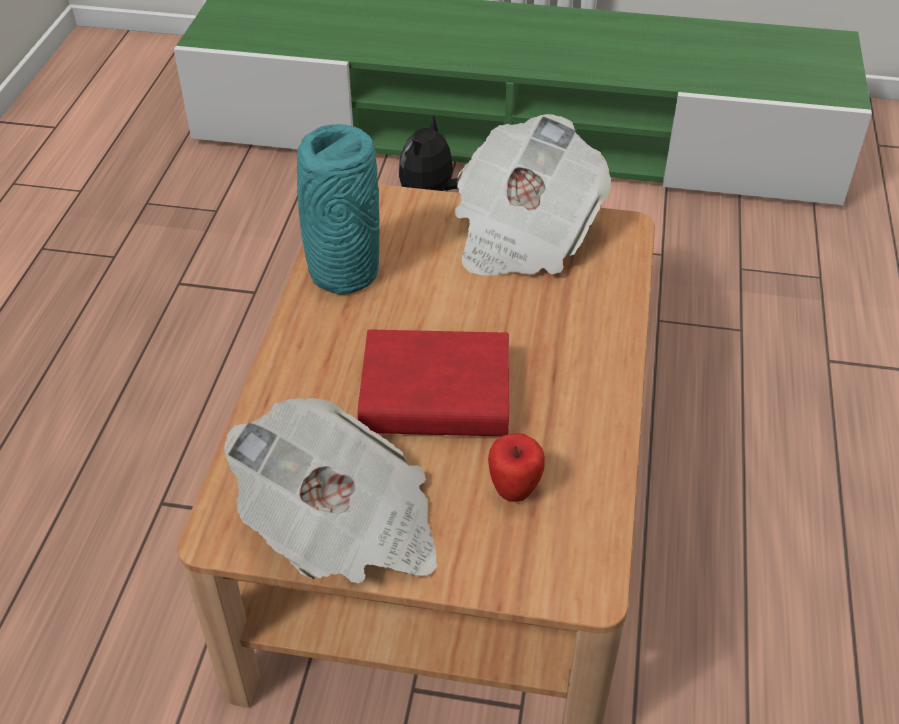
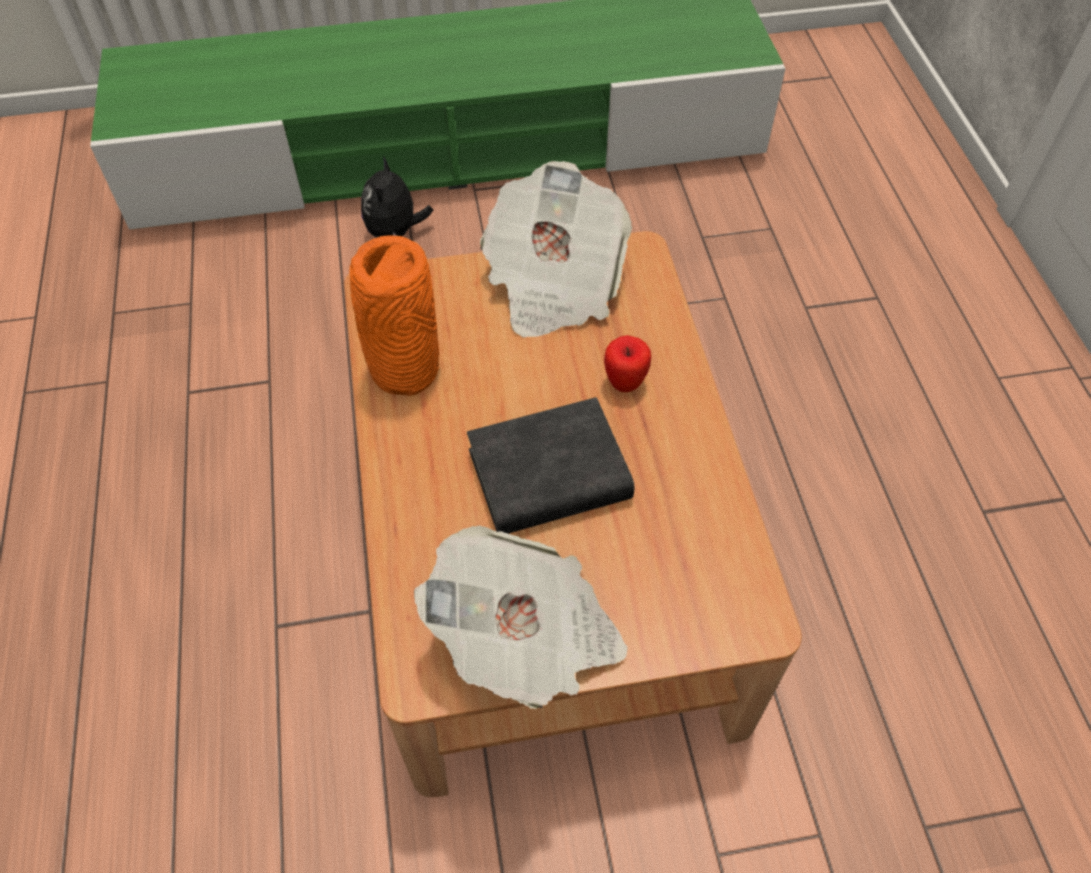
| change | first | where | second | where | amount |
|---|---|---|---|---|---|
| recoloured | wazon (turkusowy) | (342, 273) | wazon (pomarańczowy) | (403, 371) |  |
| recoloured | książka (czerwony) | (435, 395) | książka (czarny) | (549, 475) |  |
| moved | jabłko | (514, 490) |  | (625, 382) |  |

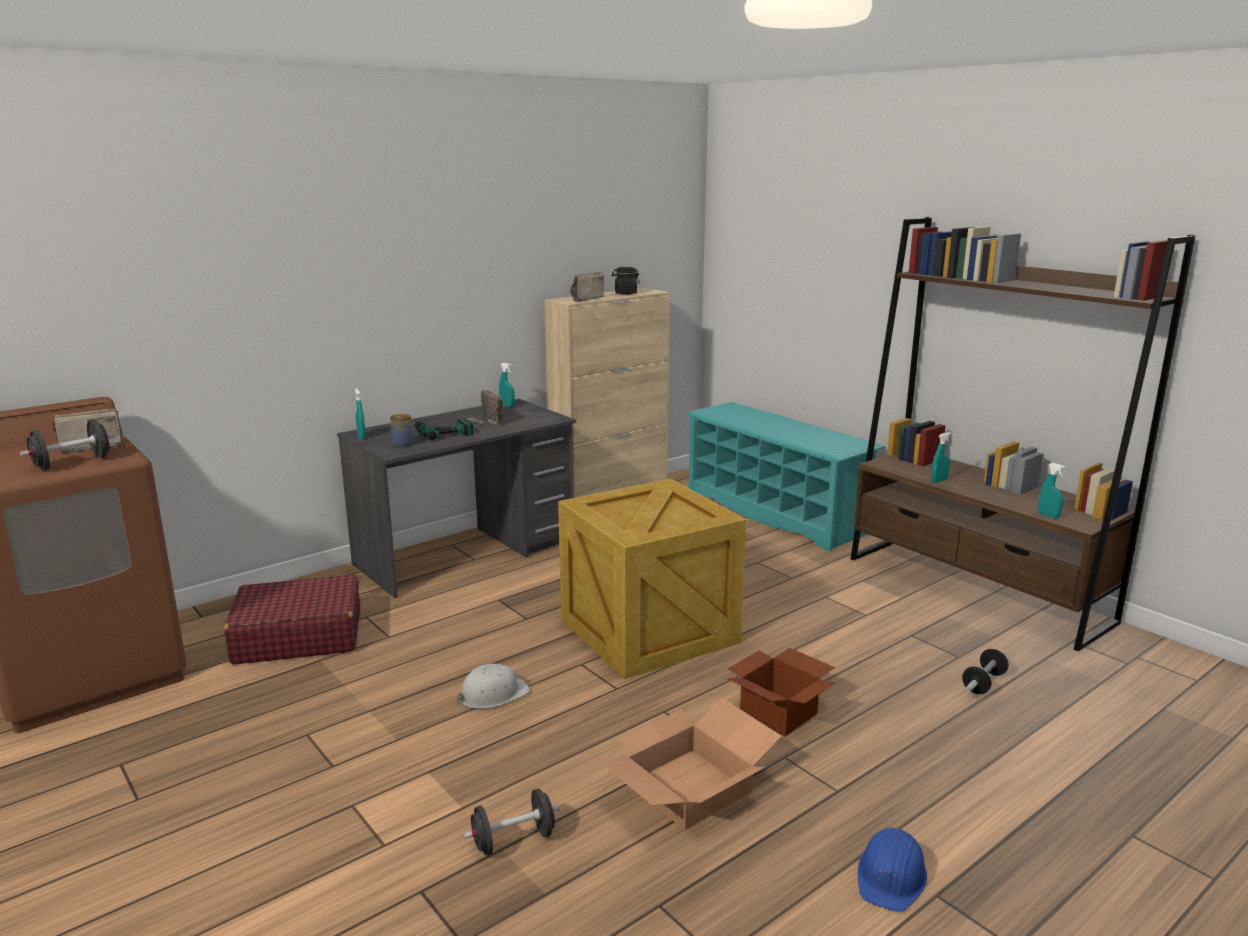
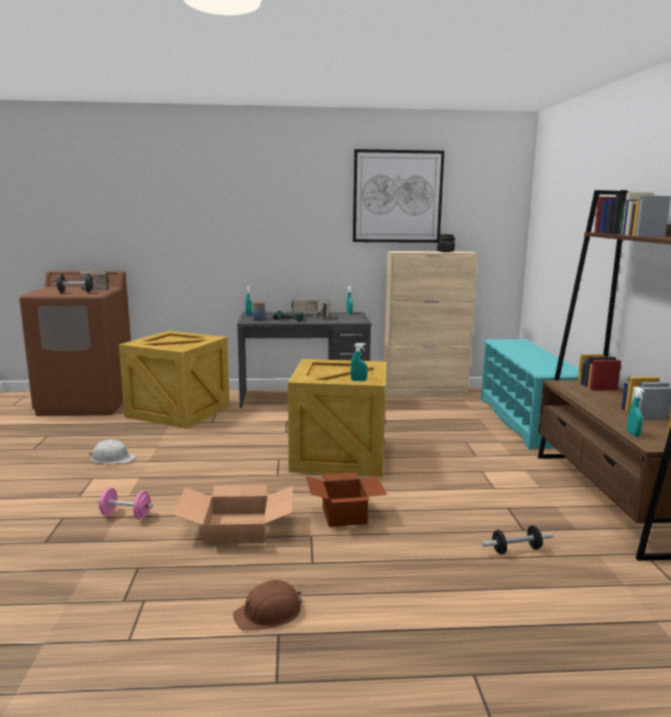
| change | first | where | second | where | amount |
|---|---|---|---|---|---|
| replaced | walizka (czerwony) | (298, 636) | skrzynka | (177, 411) |  |
| moved | kask (biały) | (493, 694) |  | (112, 459) |  |
| recoloured | hantel (czarny) | (513, 840) | hantel (różowy) | (126, 515) |  |
| moved | radio | (583, 299) |  | (303, 314) |  |
| recoloured | kask (niebieski) | (891, 876) | kask (brązowy) | (269, 613) |  |
| moved | spryskiwacz (turkusowy) | (939, 481) |  | (358, 380) |  |
| added |  |  | obraz | (397, 197) |  |

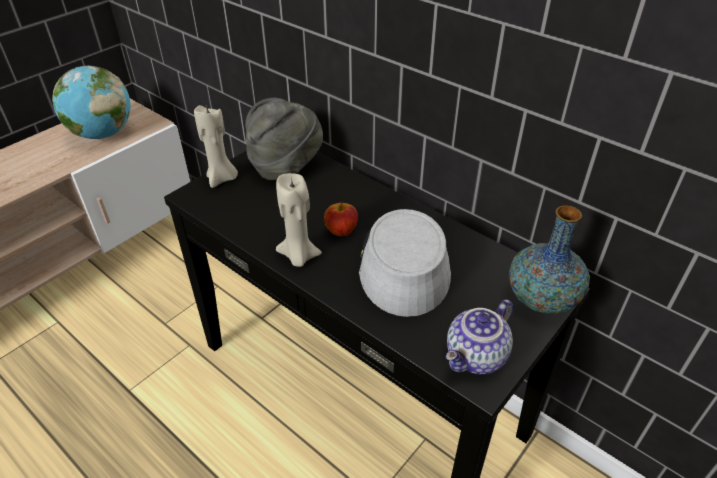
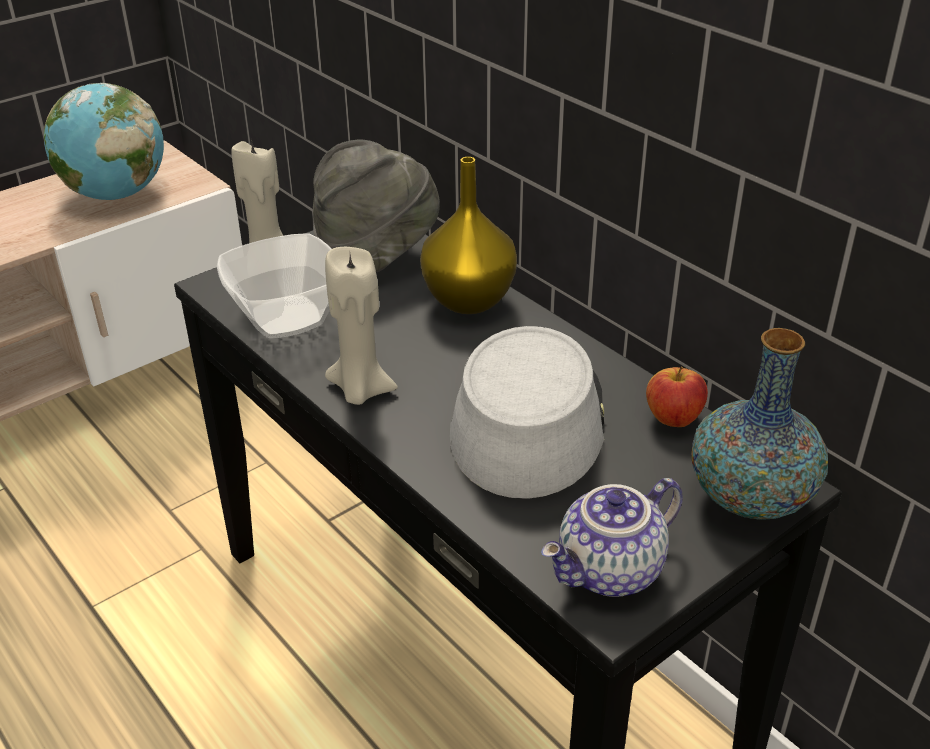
| change | first | where | second | where | amount |
|---|---|---|---|---|---|
| moved | jabłko | (341, 231) |  | (673, 418) |  |
| added |  |  | miska | (286, 319) |  |
| added |  |  | wazon (żółty) | (467, 300) |  |

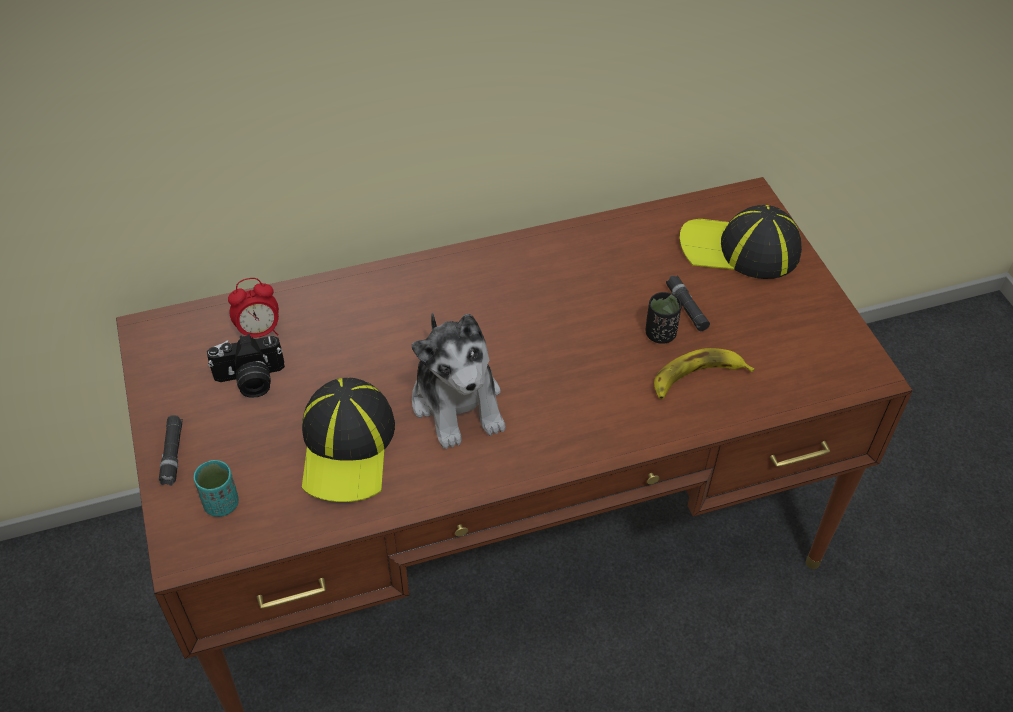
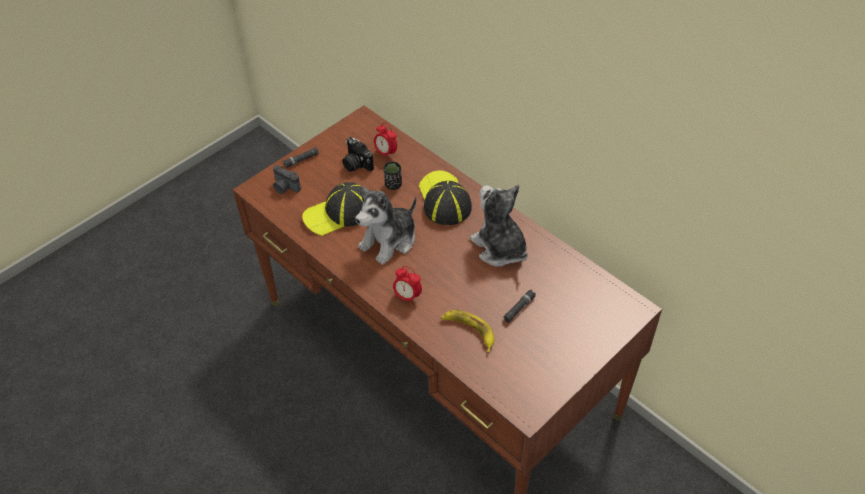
| change | first | where | second | where | amount |
|---|---|---|---|---|---|
| replaced | filiżanka (turkusowy) | (221, 503) | aparat fotograficzny | (285, 187) |  |
| moved | filiżanka (czarny) | (660, 334) |  | (393, 185) |  |
| moved | czapka z daszkiem | (740, 249) |  | (444, 200) |  |
| added |  |  | budzik | (407, 296) |  |
| added |  |  | pluszak | (499, 248) |  |

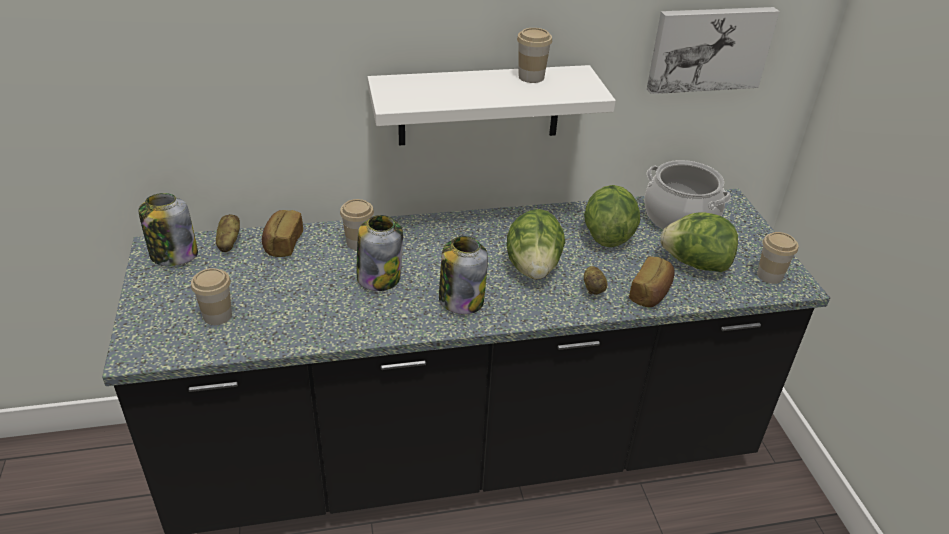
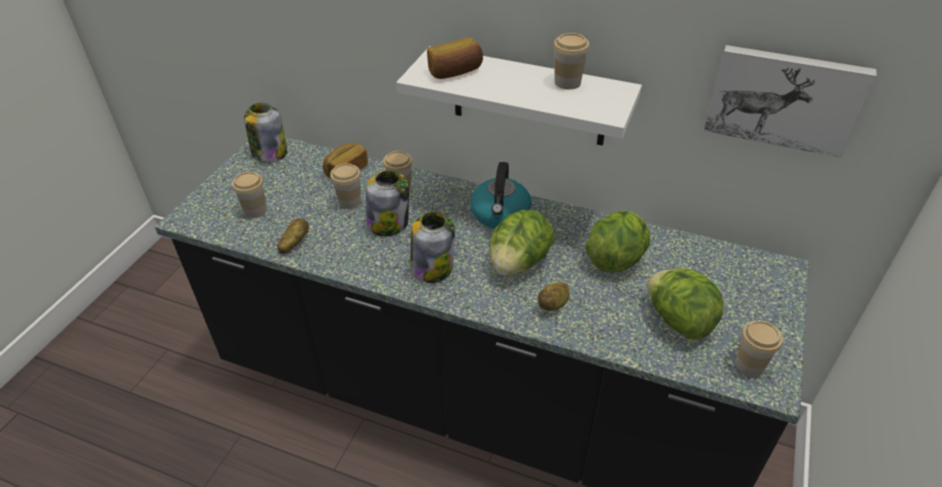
| change | first | where | second | where | amount |
|---|---|---|---|---|---|
| moved | ziemniak | (228, 242) |  | (294, 244) |  |
| moved | chleb | (651, 293) |  | (455, 72) |  |
| removed | garnek | (679, 218) |  |  |  |
| added |  |  | filiżanka | (350, 202) |  |
| added |  |  | czajnik | (501, 215) |  |

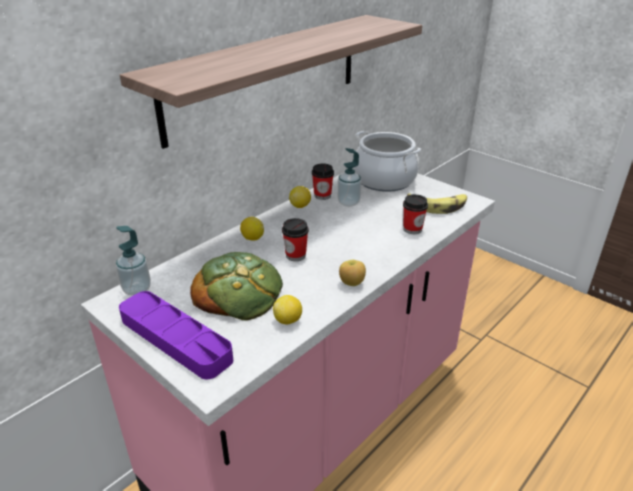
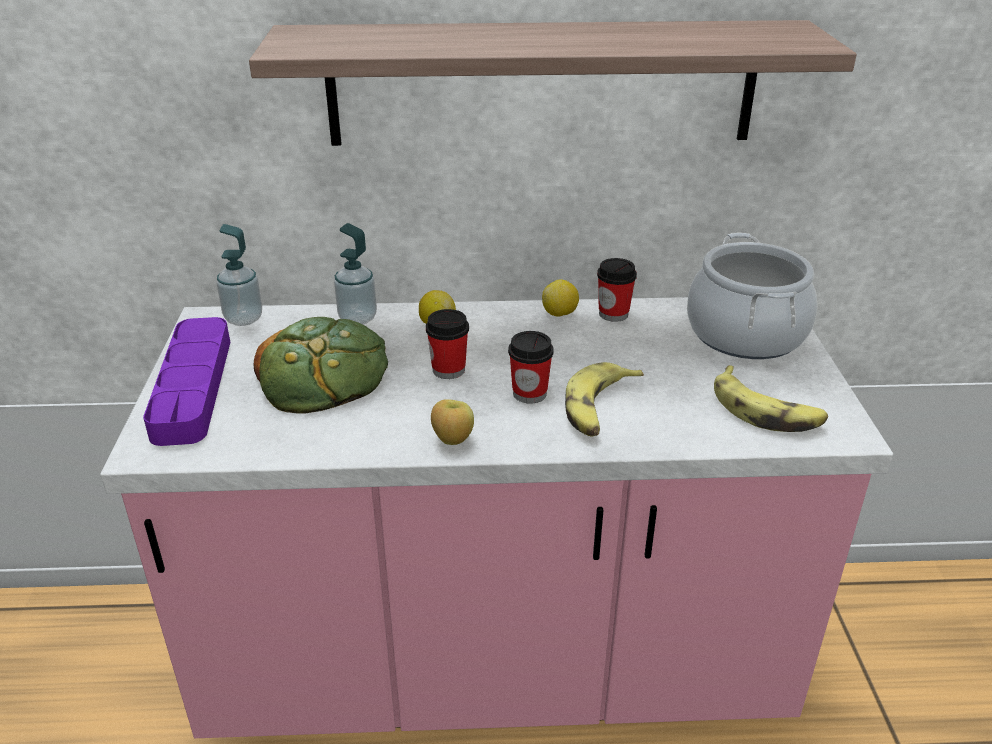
| change | first | where | second | where | amount |
|---|---|---|---|---|---|
| removed | cytryna | (288, 320) |  |  |  |
| moved | dozownik mydła | (348, 202) |  | (357, 318) |  |
| moved | filiżanka | (412, 229) |  | (529, 393) |  |
| added |  |  | banan | (599, 408) |  |

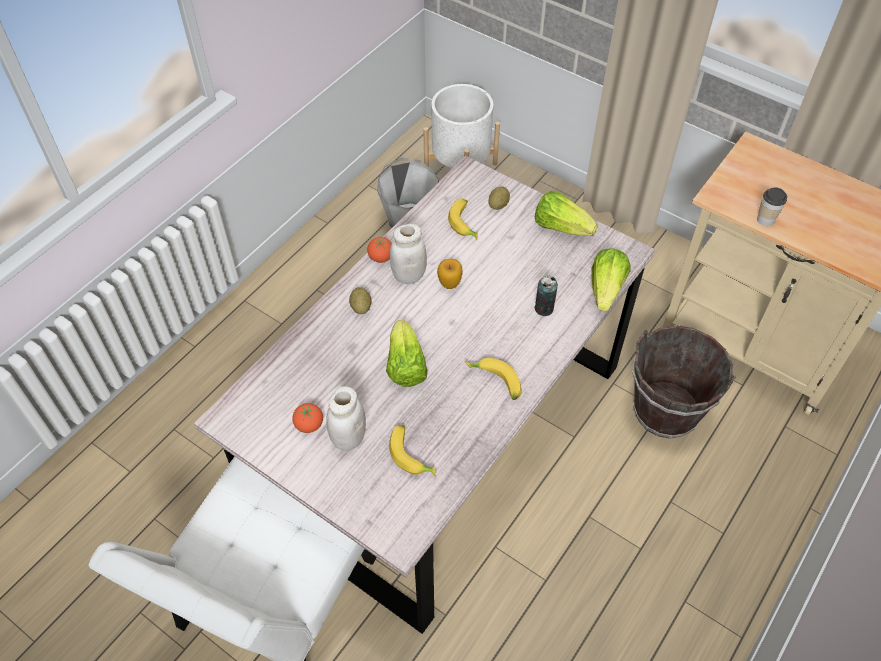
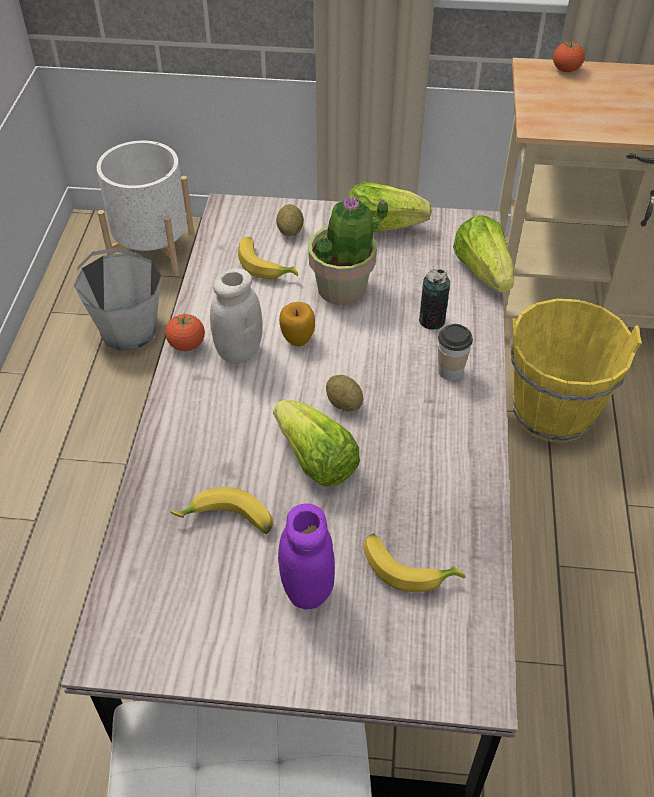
| change | first | where | second | where | amount |
|---|---|---|---|---|---|
| moved | pomidor | (309, 425) |  | (565, 70) |  |
| recoloured | słoik (biały) | (348, 438) | słoik (fioletowy) | (307, 588) |  |
| moved | ziemniak | (361, 307) |  | (344, 403) |  |
| moved | banan | (494, 382) |  | (226, 522) |  |
| recoloured | wiadro (brązowy) | (666, 410) | wiadro (żółty) | (553, 411) |  |
| moved | filiżanka | (765, 219) |  | (450, 371) |  |
| added |  |  | roślina doniczkowa | (343, 288) |  |

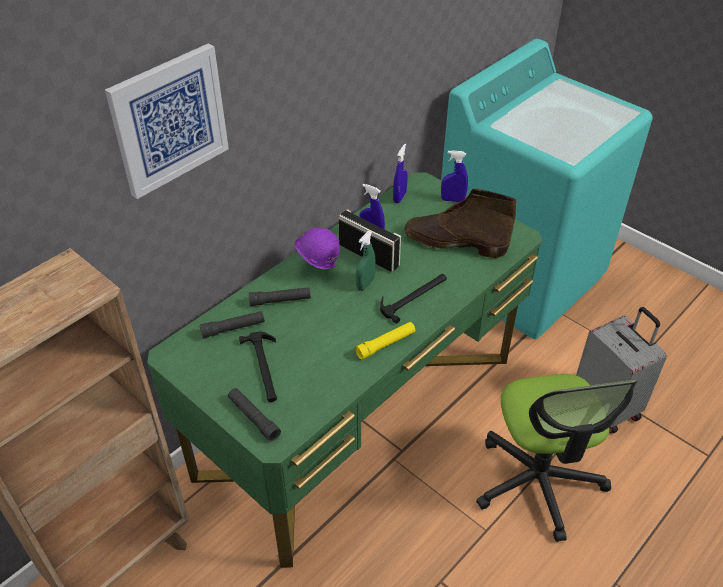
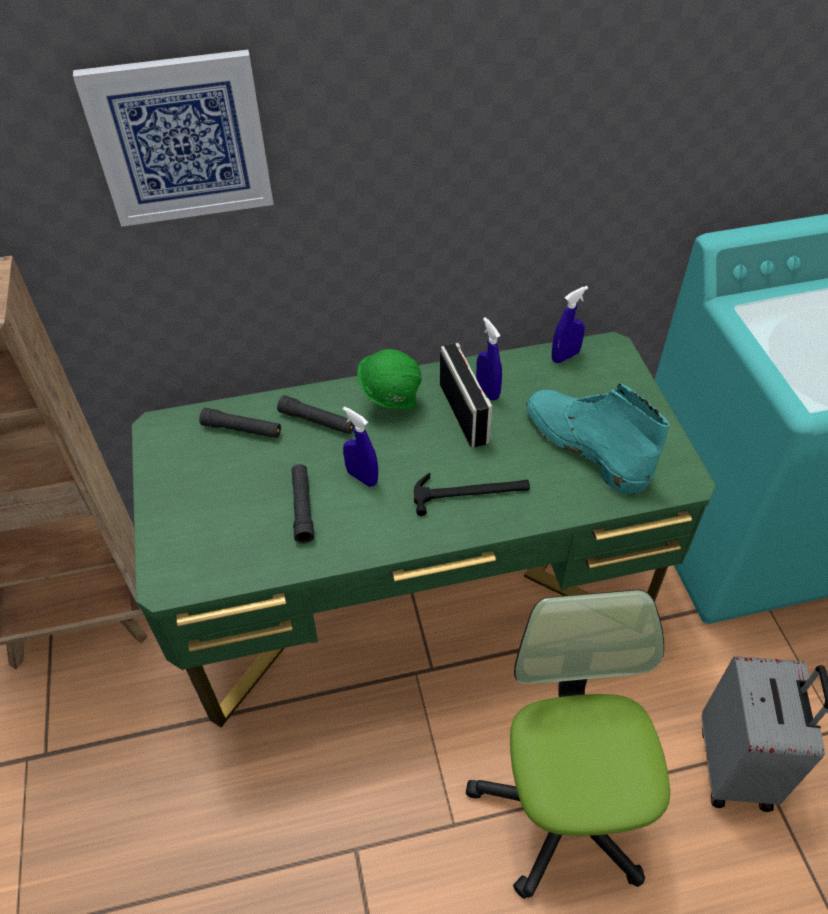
| change | first | where | second | where | amount |
|---|---|---|---|---|---|
| moved | latarka (czarny) | (253, 418) |  | (302, 507) |  |
| removed | młotek | (264, 368) |  |  |  |
| recoloured | kask (fioletowy) | (317, 268) | kask (zielony) | (391, 402) |  |
| removed | latarka (żółty) | (386, 344) |  |  |  |
| removed | spryskiwacz (zielony) | (365, 284) |  |  |  |
| recoloured | but z cholewką (brązowy) | (454, 242) | but z cholewką (turkusowy) | (584, 446) |  |
| moved | spryskiwacz (niebieski) | (452, 200) |  | (362, 477) |  |
| turned | krzesło biurowe | (538, 481) |  | (565, 807) | 150 degrees clockwise |

